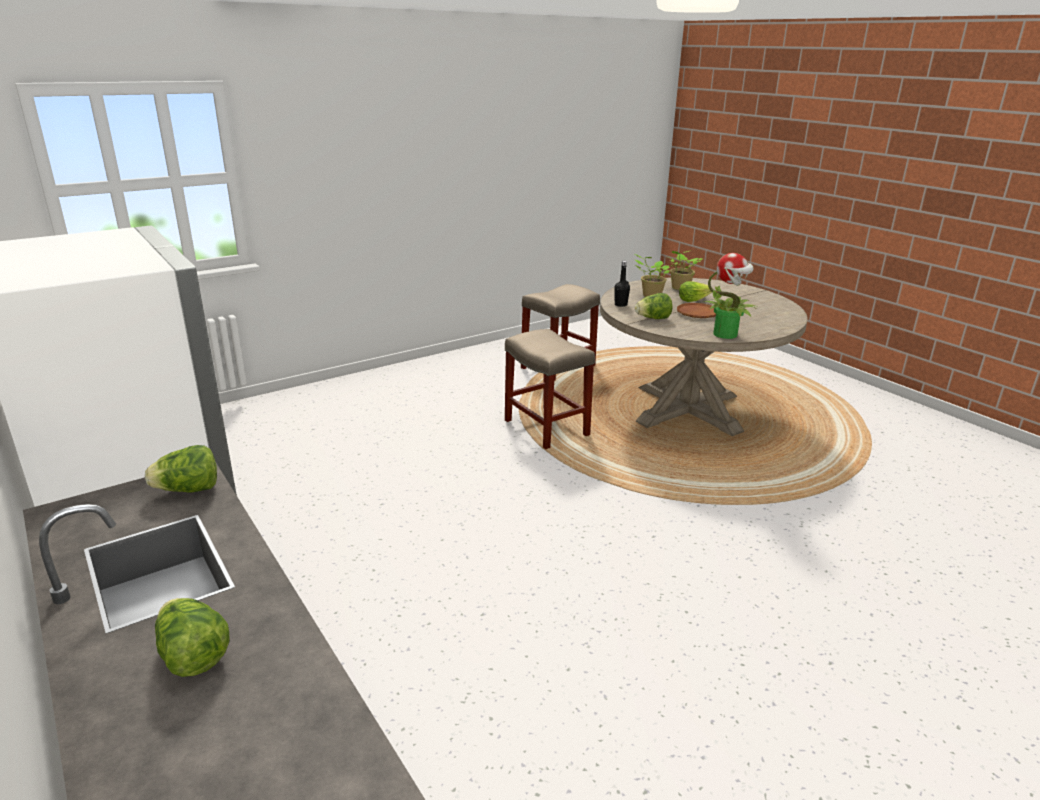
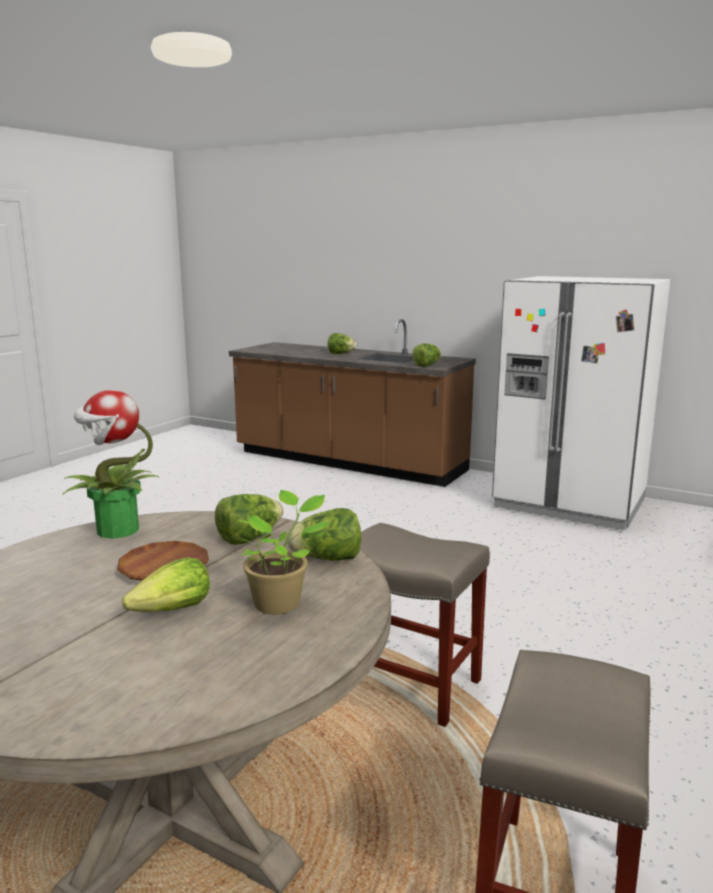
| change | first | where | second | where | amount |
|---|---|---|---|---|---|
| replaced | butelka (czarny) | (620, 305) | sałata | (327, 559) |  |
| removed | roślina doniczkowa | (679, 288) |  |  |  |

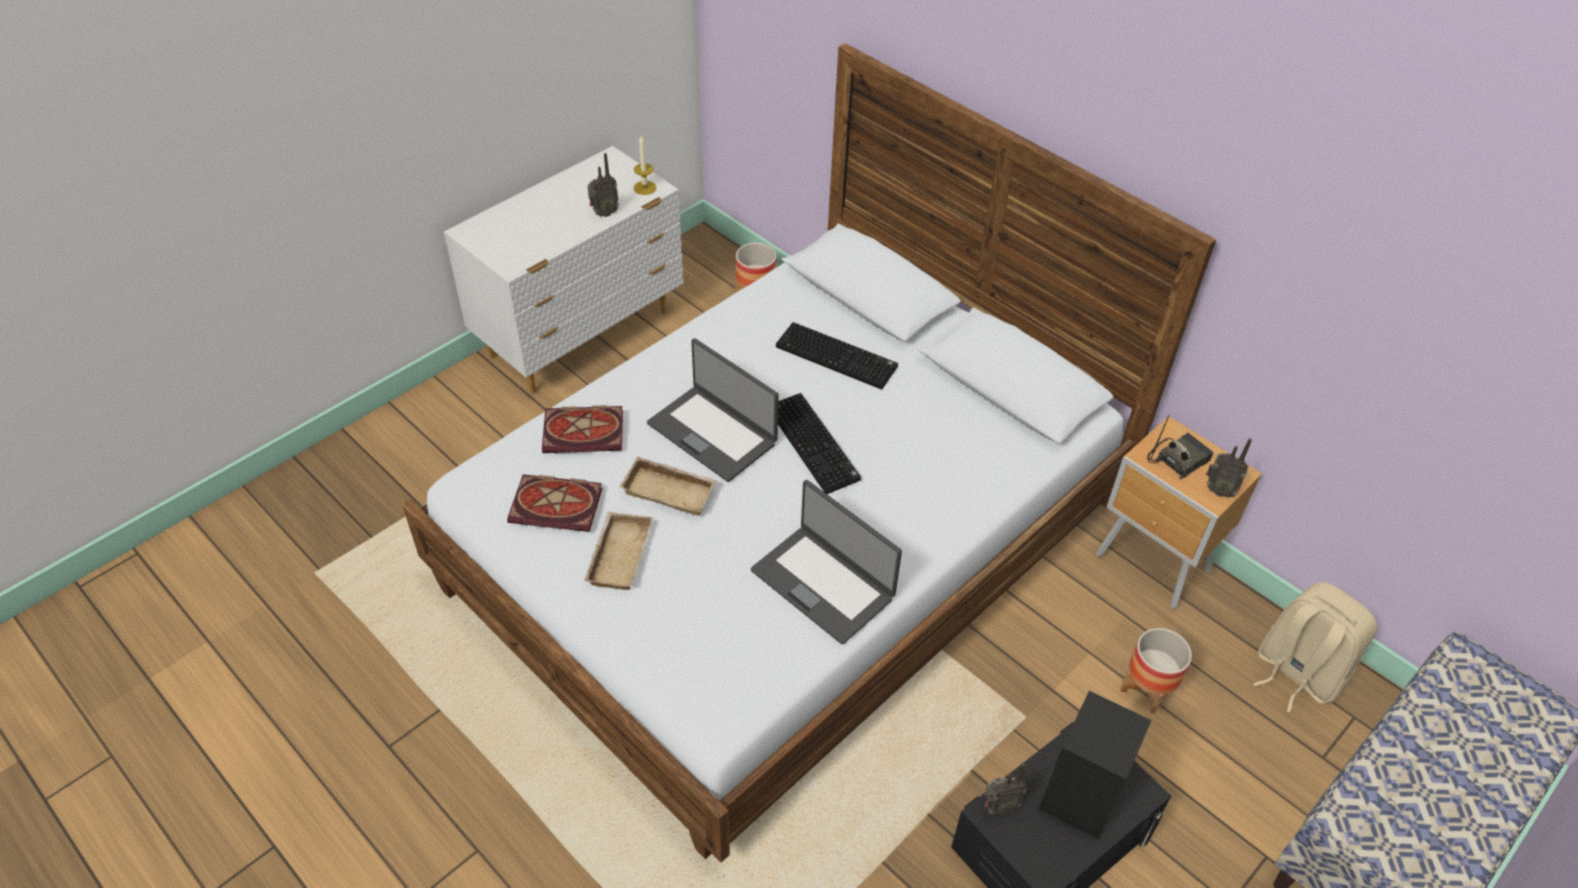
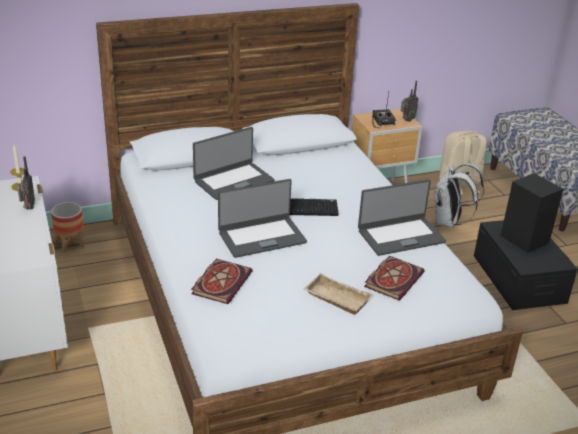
| change | first | where | second | where | amount |
|---|---|---|---|---|---|
| moved | książka | (559, 505) |  | (393, 279) |  |
| removed | taca (beżowy) | (671, 490) |  |  |  |
| replaced | klawiatura | (838, 356) | laptop | (233, 181) |  |
| removed | radio | (998, 807) |  |  |  |
| replaced | donica | (1146, 690) | plecak (biały) | (449, 222) |  |

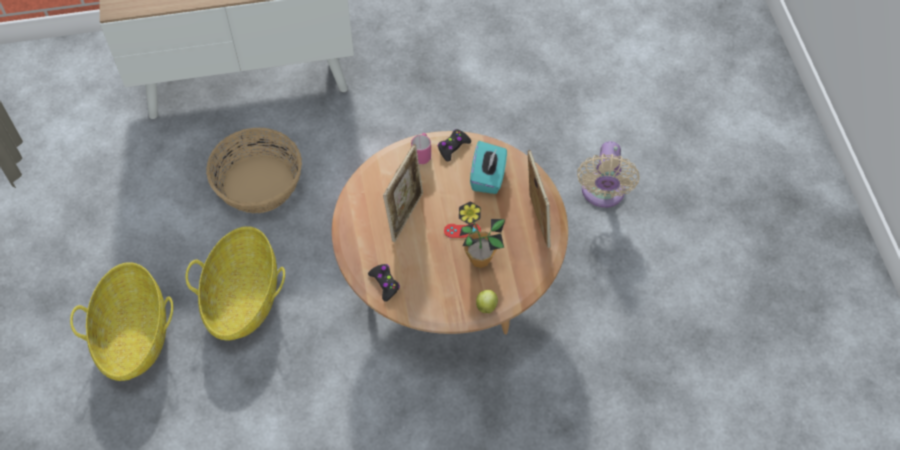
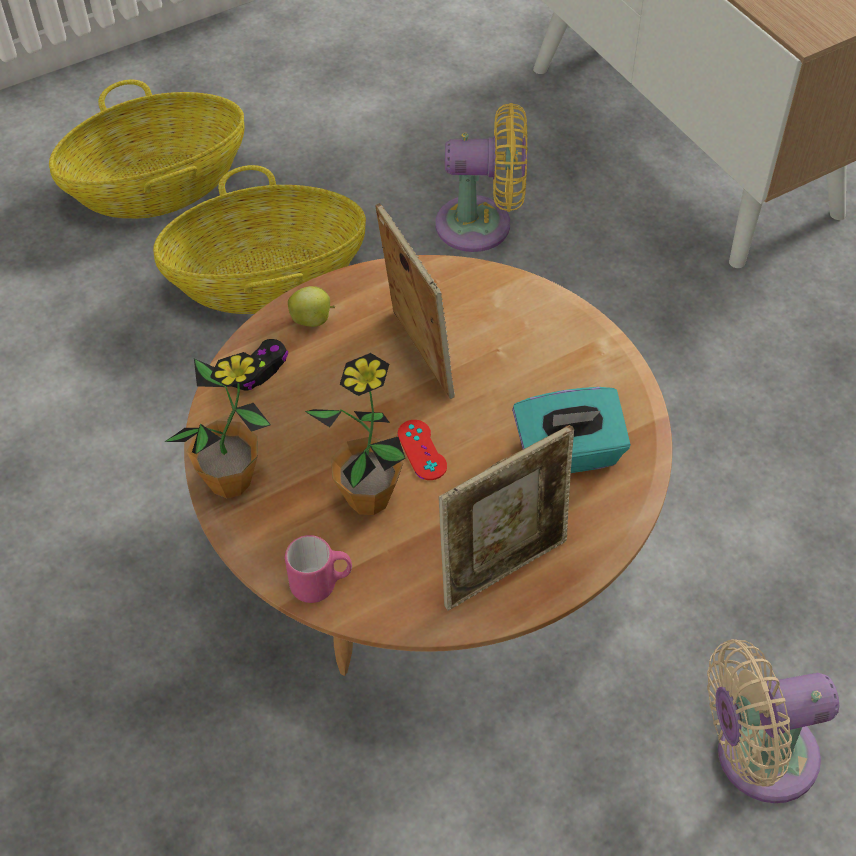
| change | first | where | second | where | amount |
|---|---|---|---|---|---|
| replaced | koszyk | (258, 185) | wentylator (żółty) | (482, 225) |  |
| turned | ramka na zdjęcie | (405, 215) |  | (417, 354) | 120 degrees counterclockwise |
| moved | kubek (różowy) | (422, 154) |  | (321, 584) |  |
| removed | pad do gier (czarny) | (453, 147) |  |  |  |
| moved | jabłko | (486, 306) |  | (313, 320) |  |
| added |  |  | roślina doniczkowa | (230, 481) |  |

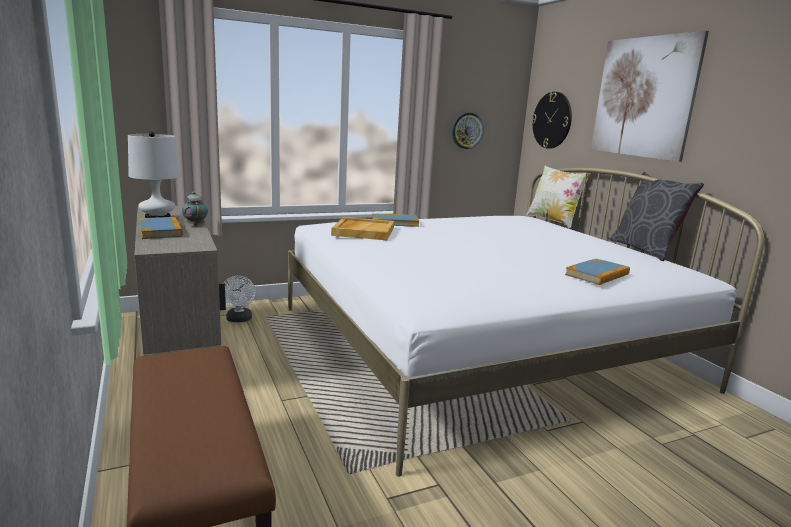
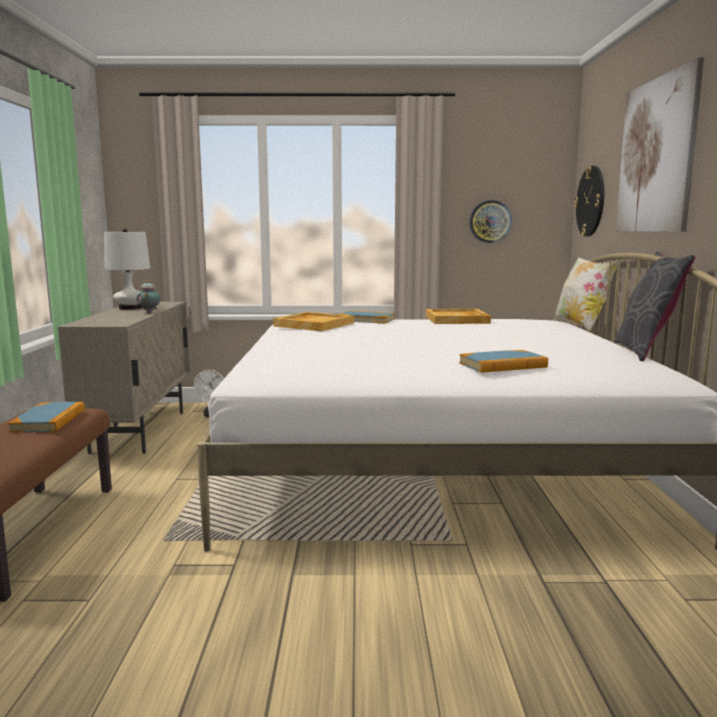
| change | first | where | second | where | amount |
|---|---|---|---|---|---|
| moved | książka | (160, 231) |  | (49, 420) |  |
| added |  |  | taca (beżowy) | (457, 319) |  |

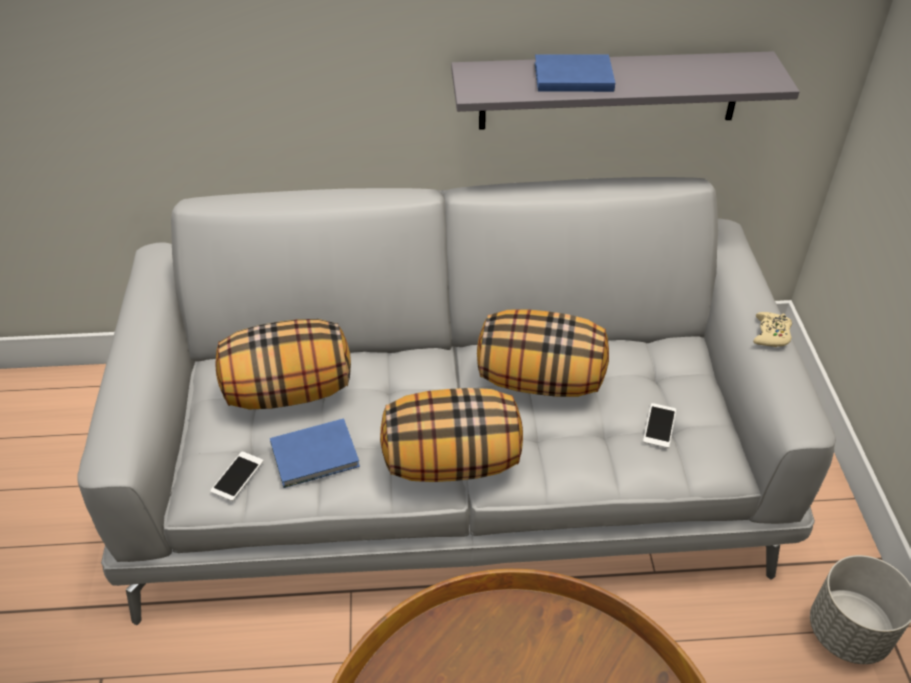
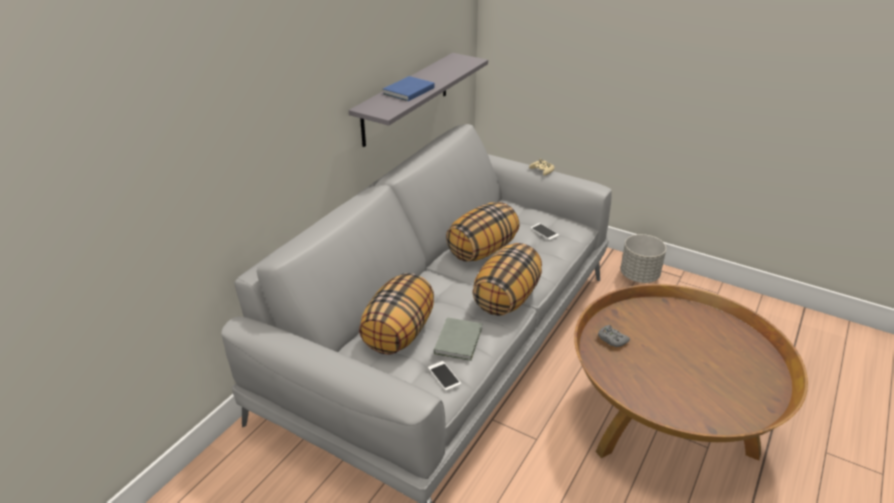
| change | first | where | second | where | amount |
|---|---|---|---|---|---|
| recoloured | książka (niebieski) | (317, 455) | książka (szary) | (459, 340) |  |
| added |  |  | pad do gier (szary) | (612, 339) |  |

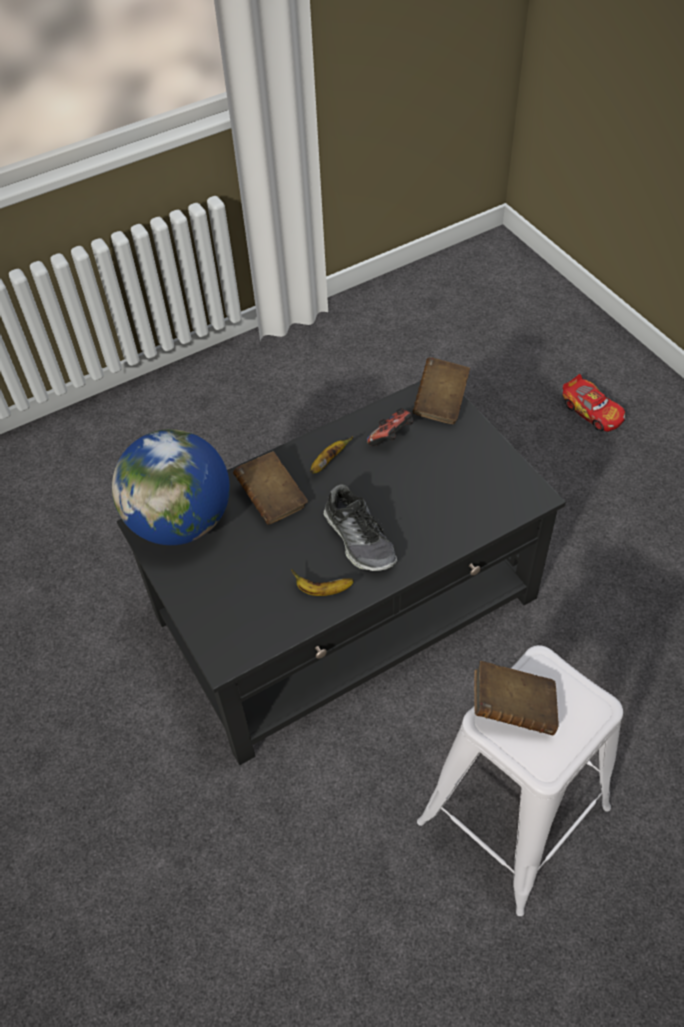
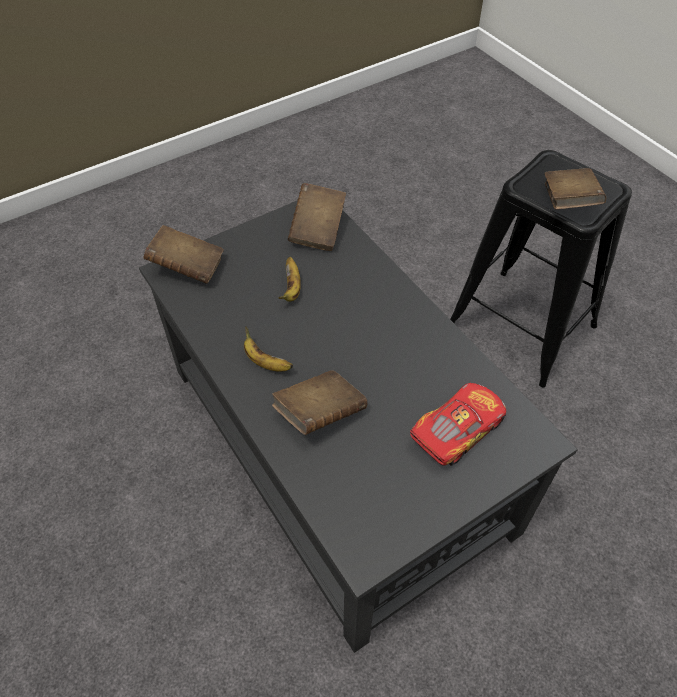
| change | first | where | second | where | amount |
|---|---|---|---|---|---|
| removed | globus | (181, 521) |  |  |  |
| moved | banan | (322, 590) |  | (292, 288) |  |
| removed | but | (359, 539) |  |  |  |
| removed | pad do gier | (391, 438) |  |  |  |
| recoloured | stołek (biały) | (514, 815) | stołek (czarny) | (521, 326) |  |
| moved | samochodzik | (592, 411) |  | (457, 430) |  |
| added |  |  | książka (brązowy) | (318, 230) |  |

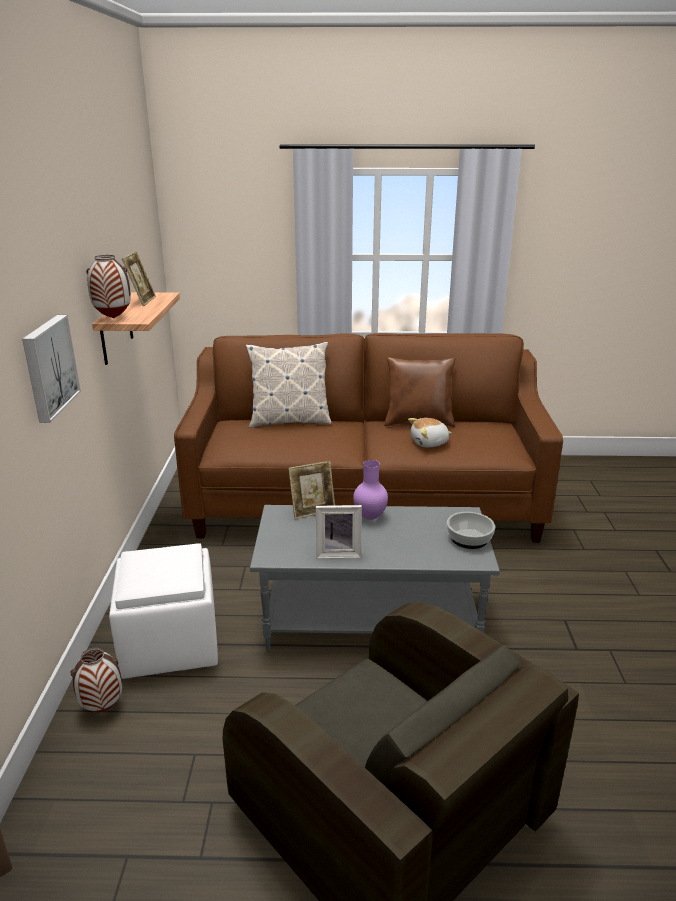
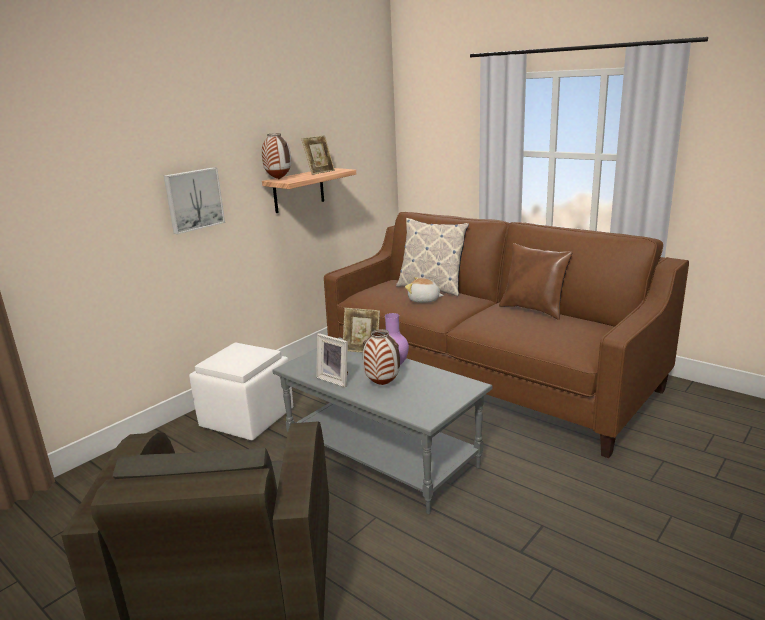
| change | first | where | second | where | amount |
|---|---|---|---|---|---|
| moved | wazon | (103, 707) |  | (383, 384) |  |
| moved | pluszak | (429, 443) |  | (424, 300) |  |
| removed | miska | (469, 539) |  |  |  |

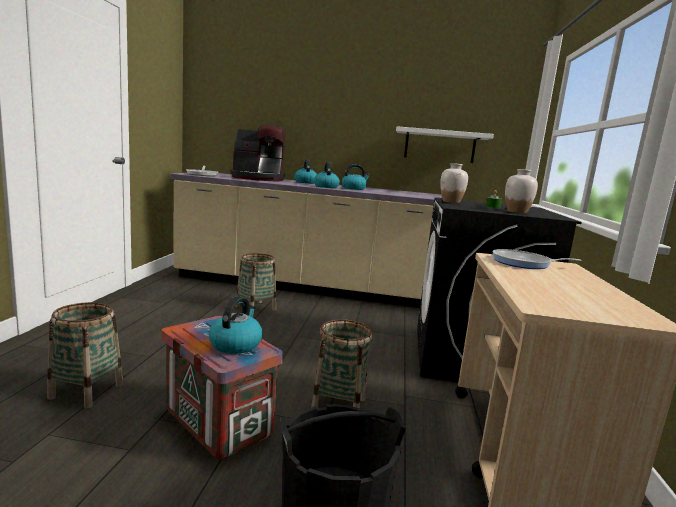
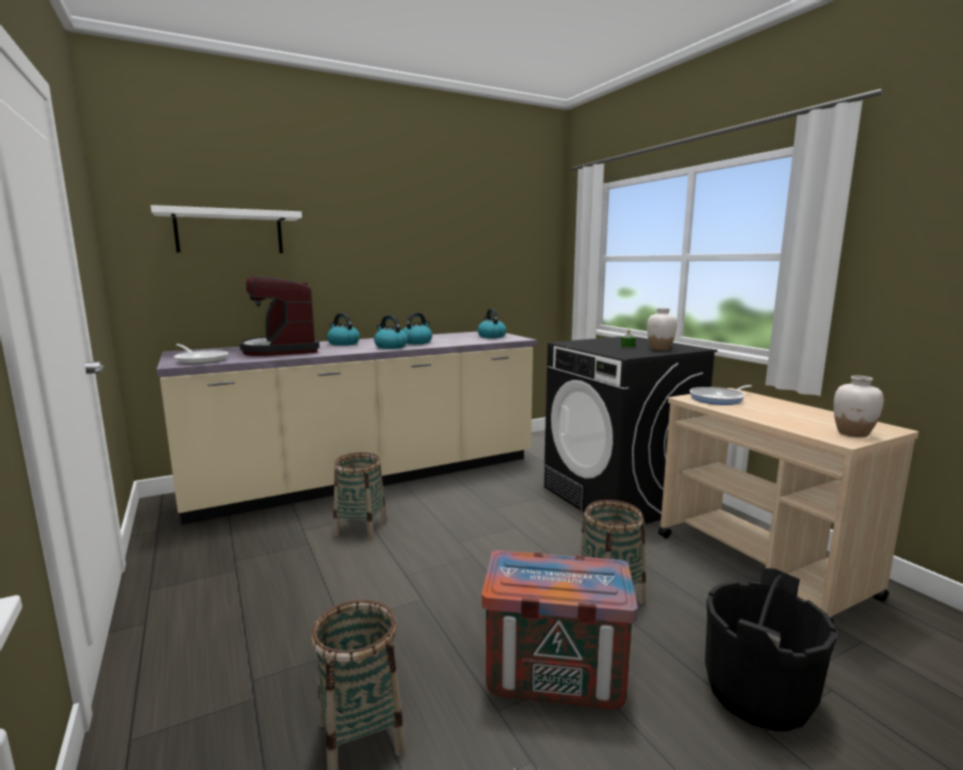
| change | first | where | second | where | amount |
|---|---|---|---|---|---|
| moved | czajnik | (235, 344) |  | (491, 336) |  |
| turned | ekspres do kawy | (258, 179) |  | (282, 350) | 105 degrees clockwise |
| moved | półka (biały) | (439, 146) |  | (229, 232) |  |
| moved | wazon (biały) | (451, 202) |  | (853, 433) |  |

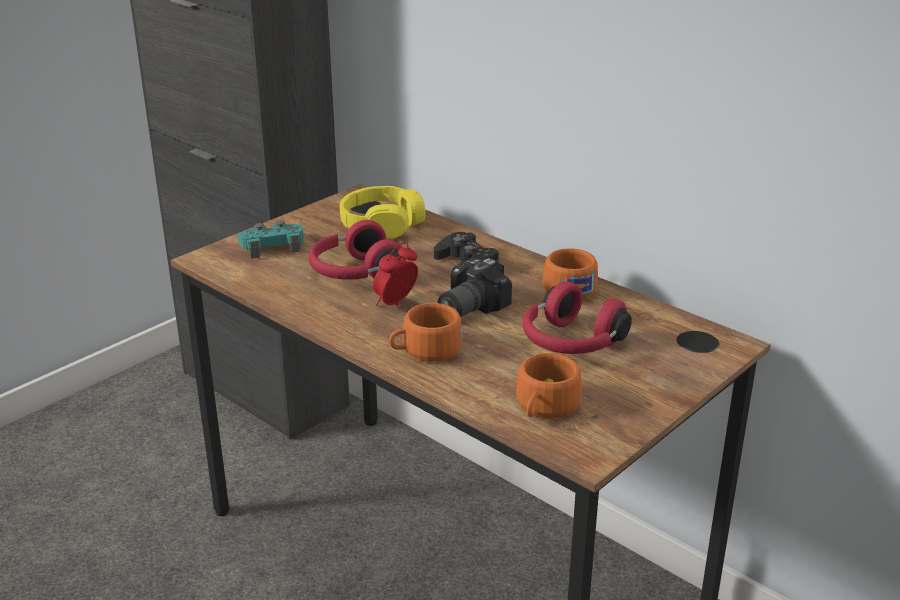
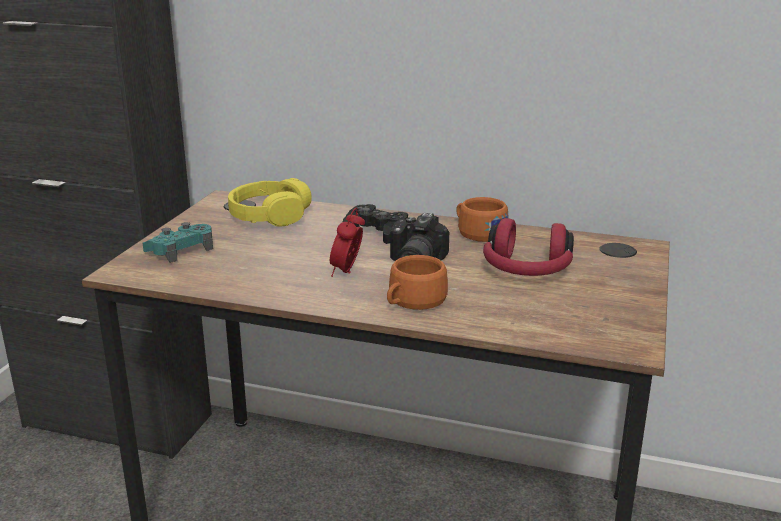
| change | first | where | second | where | amount |
|---|---|---|---|---|---|
| removed | słuchawki (czerwony) | (354, 273) |  |  |  |
| removed | filiżanka (pomarańczowy) | (544, 407) |  |  |  |

